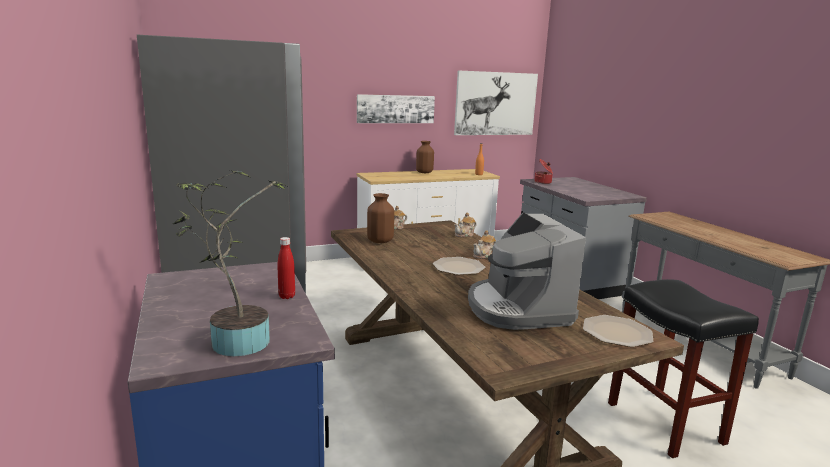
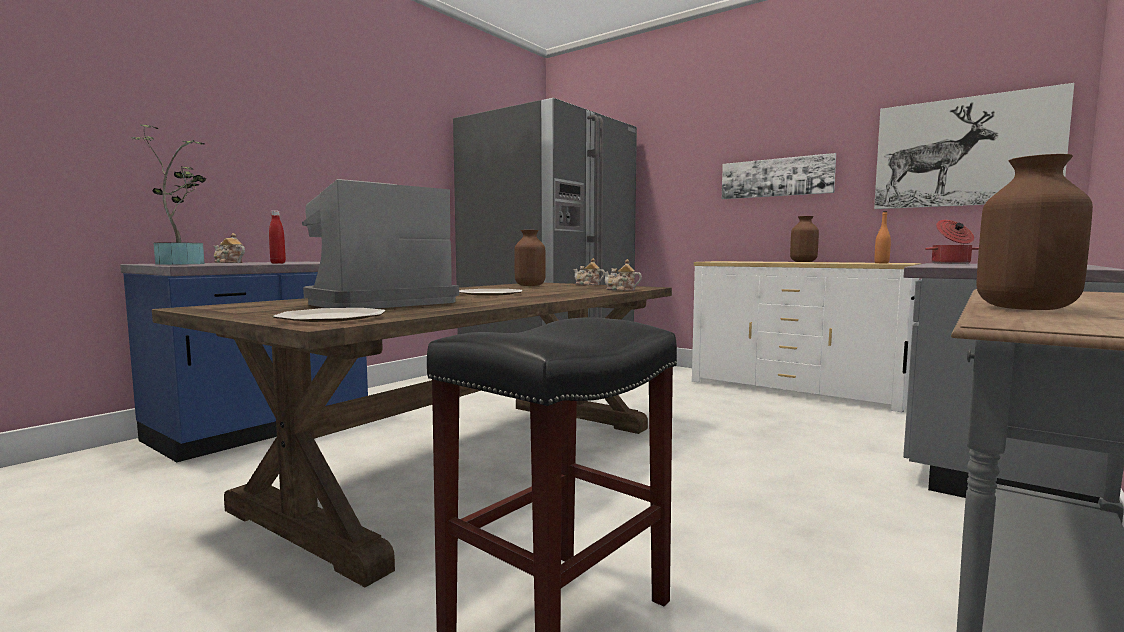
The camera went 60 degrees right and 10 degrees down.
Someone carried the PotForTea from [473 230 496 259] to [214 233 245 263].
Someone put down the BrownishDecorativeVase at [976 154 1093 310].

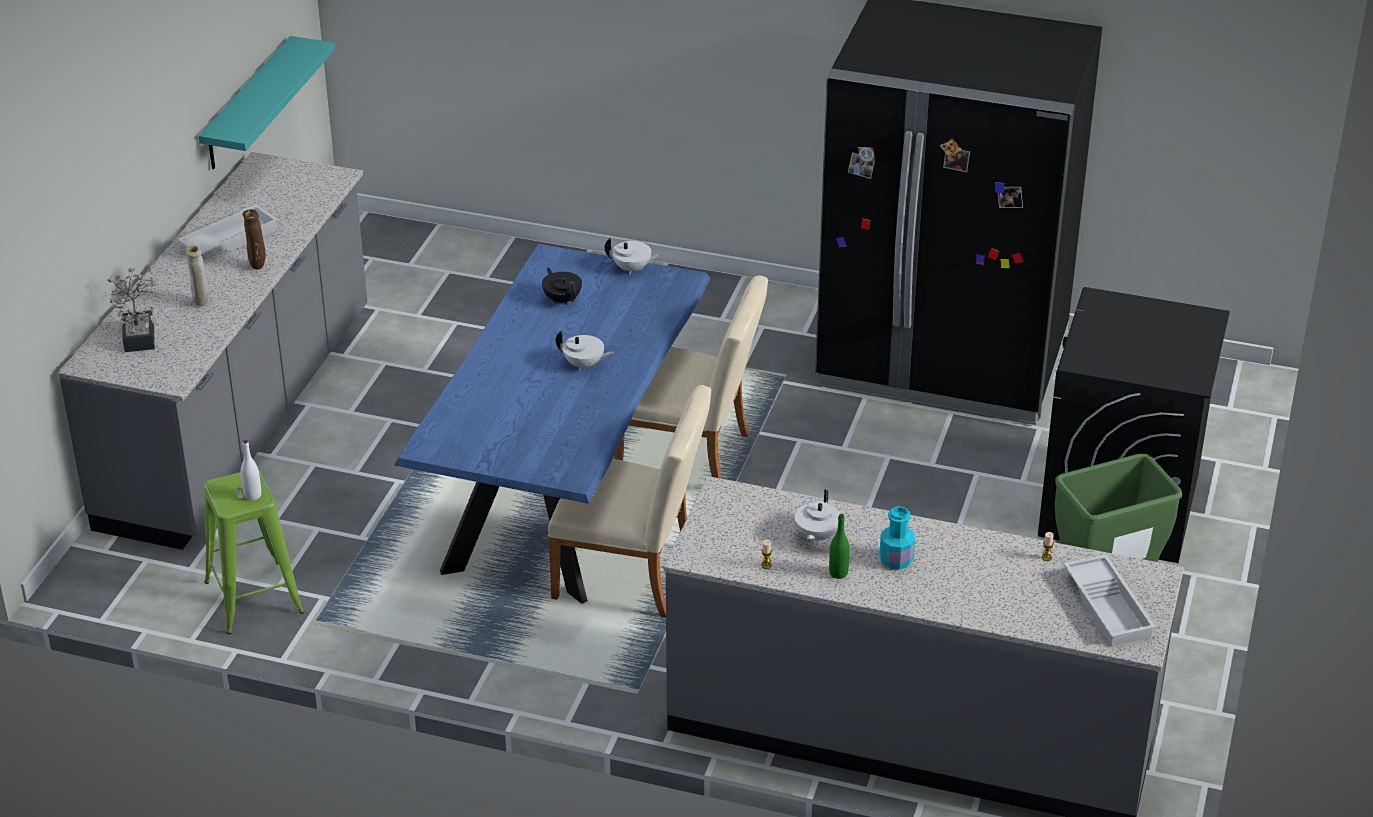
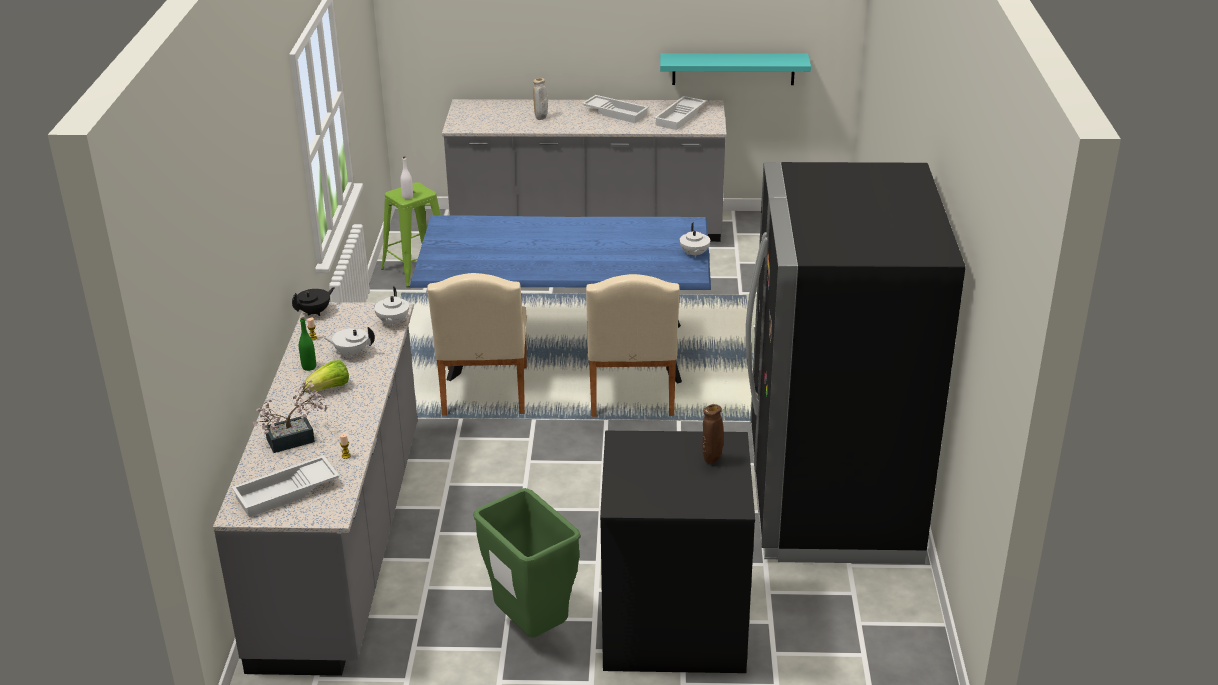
The camera went 75 degrees right and 5 degrees down.
Someone carried the PlantInAPot from [104 268 159 352] to [253 380 327 453].
Someone carried the BrownishDecorativeVase from [243 209 266 270] to [702 404 724 464].
Someone carried the BlackPotForTea from [542 268 582 305] to [292 287 334 316].
Someone carried the WhitishPotForTea from [556 330 614 371] to [374 287 409 327].
Someone swapped the BlueGreenBeverageBottle at [879 506 915 570] for the LettuceHead at [302 360 349 392].
Someone put down the WhitishCarryingTray at [654 96 706 130].

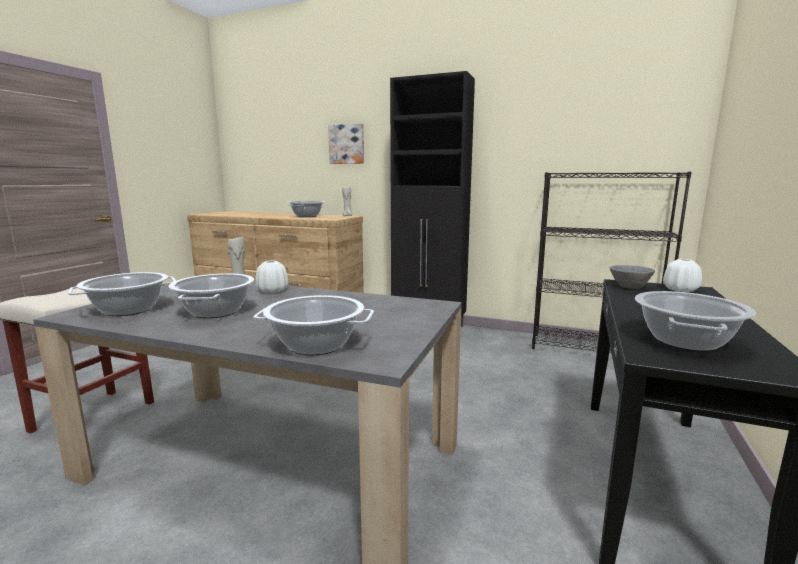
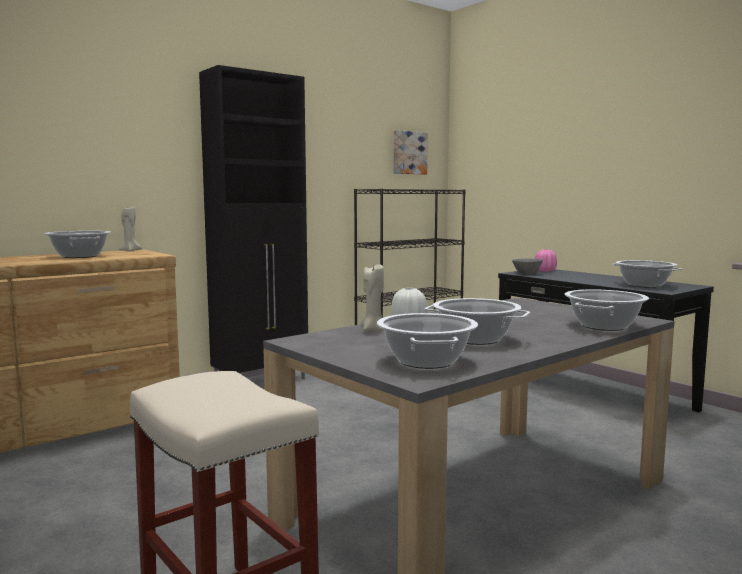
The camera went 60 degrees left and 5 degrees down.
Someone carried the WallArt from [328 123 364 164] to [393 130 428 175].
Someone repainted the WhitishDecorativeVase at [663 259 702 292], which became the PinkishDecorativeVase at [535 249 557 272].

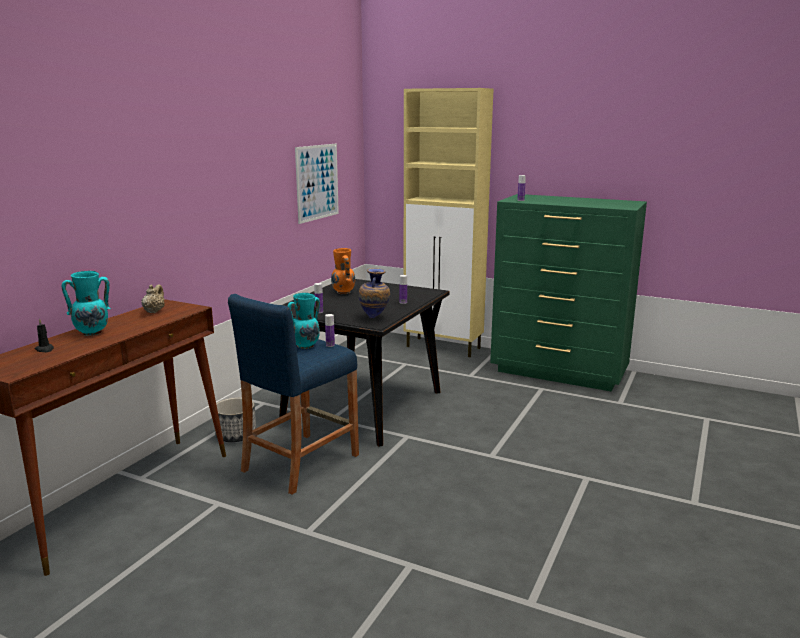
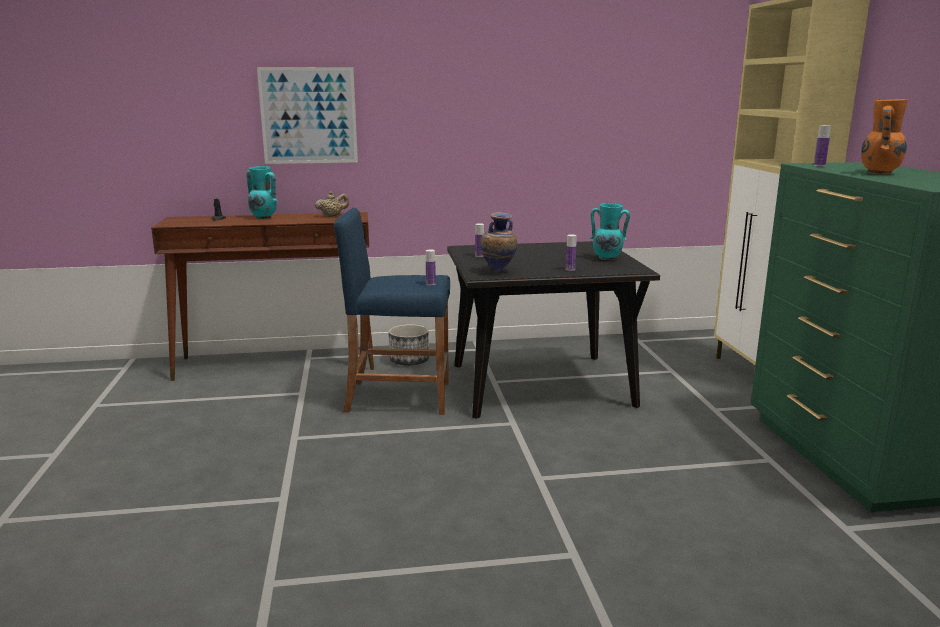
The camera went 55 degrees right and 0 degrees up.
Someone carried the BlueGreenDecorativeVase from [288 293 320 349] to [590 203 630 260].
Someone carried the WallArt from [295 144 339 224] to [257 67 358 164].
Someone carried the OrangeDecorativeVase from [331 248 355 294] to [861 99 908 174].

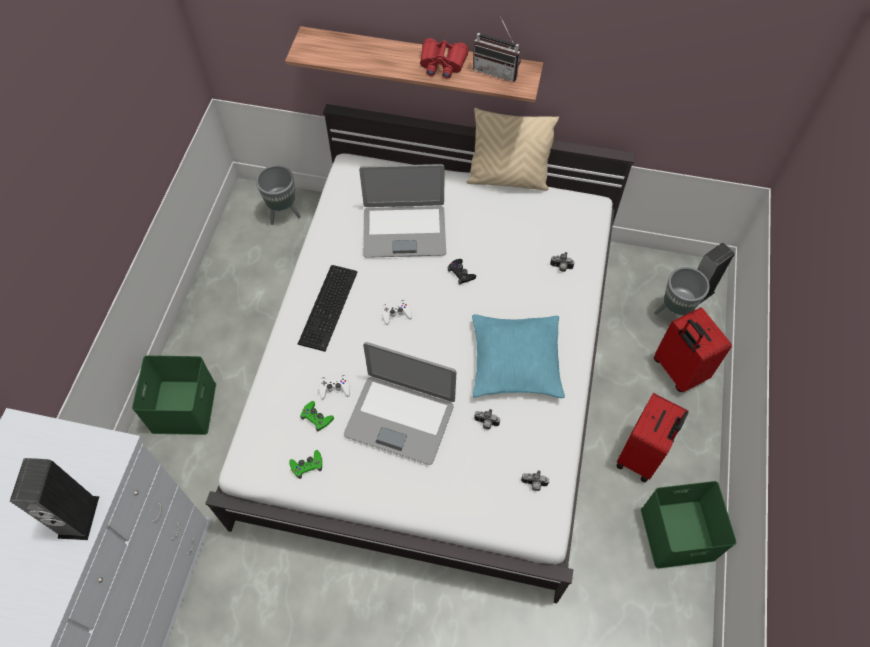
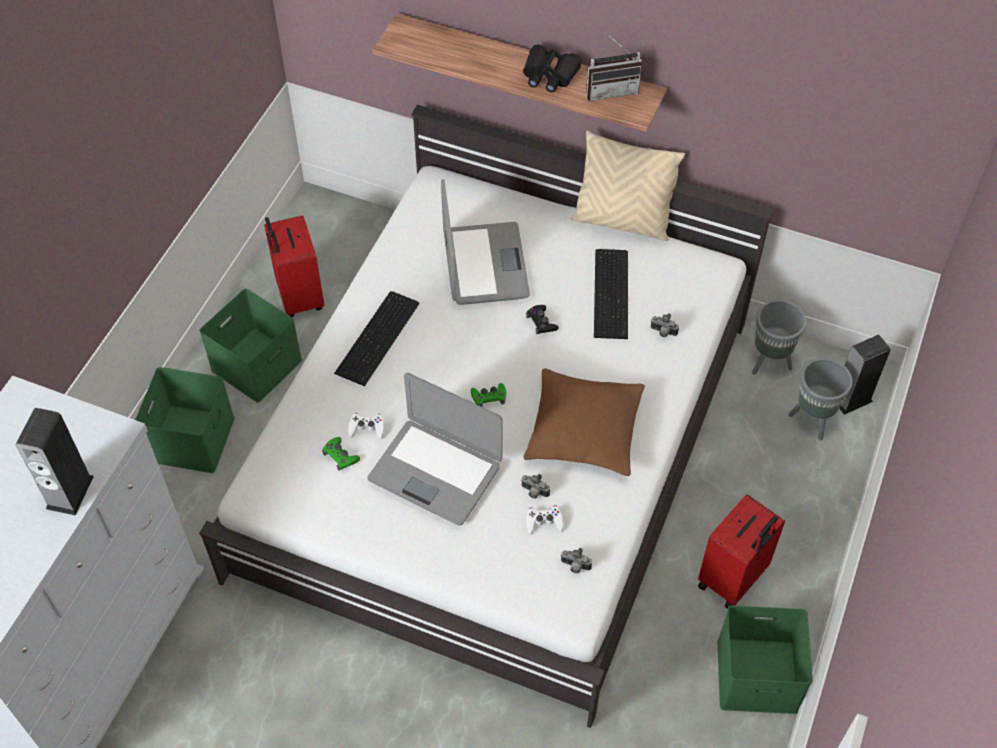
The camera went 10 degrees right and 5 degrees down.
Someone carried the GreyFlowerPot from [256 165 301 225] to [752 300 806 375].
Someone carried the GreenishJoypad from [289 450 322 479] to [471 383 506 407].
Someone rotated the NotebookComputer at [359 164 446 258] by 105 degrees counterclockwise.
Someone carried the WhitishJoypad from [382 300 412 325] to [526 505 564 535].
Someone repainted the RedBinoculars at [420 38 469 79], which became the BlackBinoculars at [523 44 582 92].
Someone repainted the BlueGreenPillow at [472 314 565 398], which became the BrownishPillow at [523 368 645 476].
Someone rotated the Radio at [473 17 521 82] by 45 degrees counterclockwise.
Someone carried the RedPieceOfLuggage from [654 307 732 392] to [264 215 324 317].
Someone put down the GreenishStorageBin at [199 289 302 402].
Someone put down the PcKeyboard at [594 249 628 339].

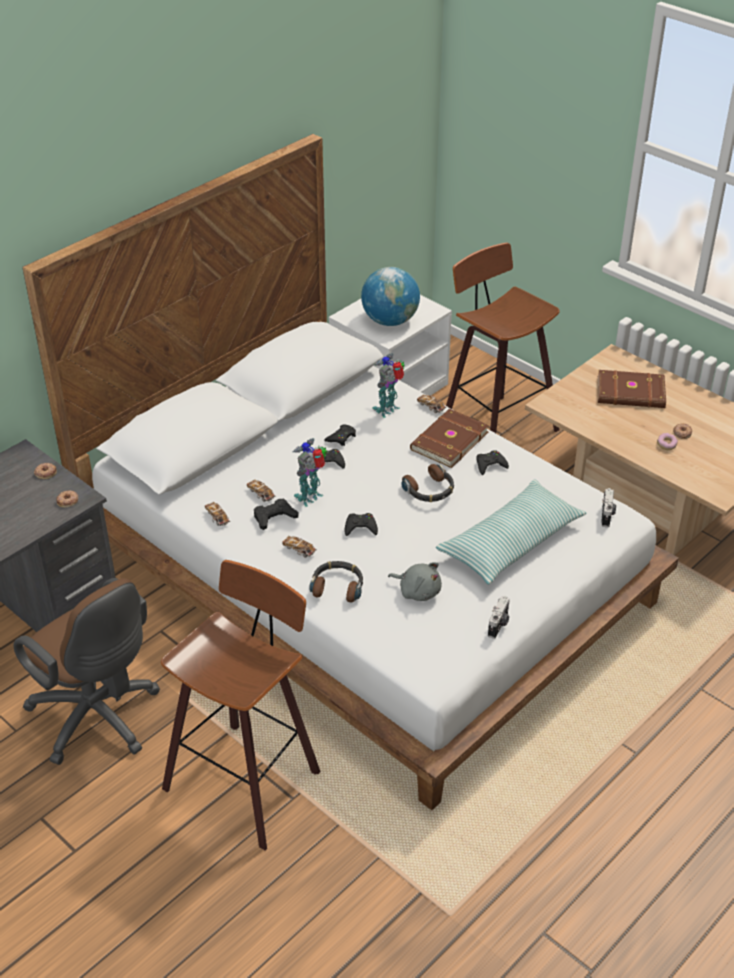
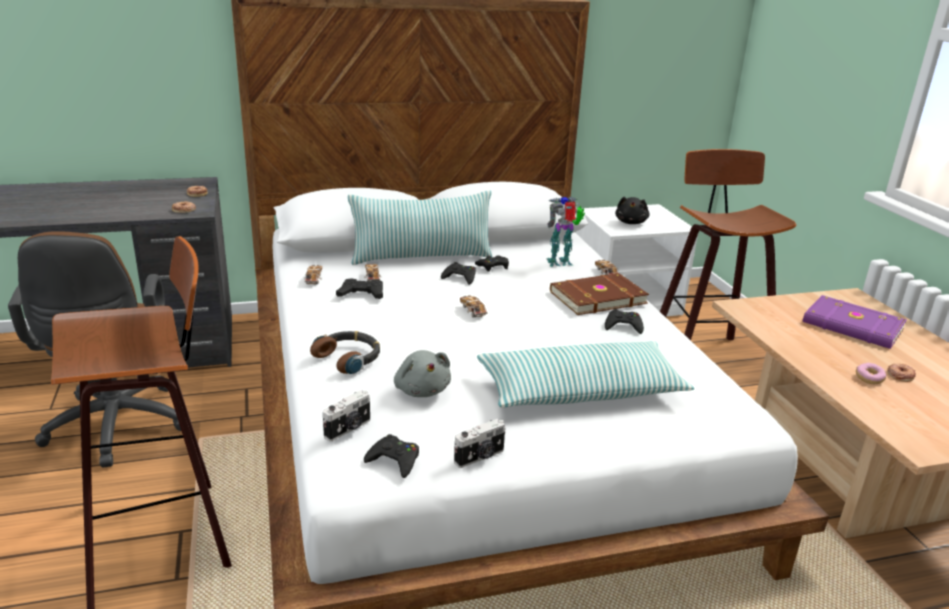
The camera went 30 degrees right and 15 degrees down.
Someone carried the MiniatureCar from [282 536 317 558] to [460 295 488 318].
Someone took away the ModelRobot at [292 438 327 507].
Someone carried the BlackJoypad from [344 513 378 536] to [364 434 419 478].
Someone swapped the DeskGlobe at [361 267 420 326] for the BlackCuddlyToy at [615 197 649 224].
Someone took away the Headphones at [401 464 454 502].
Someone repainted the BrownishBoundBook at [598 370 666 408], which became the PurplishBoundBook at [803 295 907 349].
Someone carried the PhotoCamera from [601 488 616 527] to [323 390 370 442].
Someone put down the Pillow at [348 190 492 265].

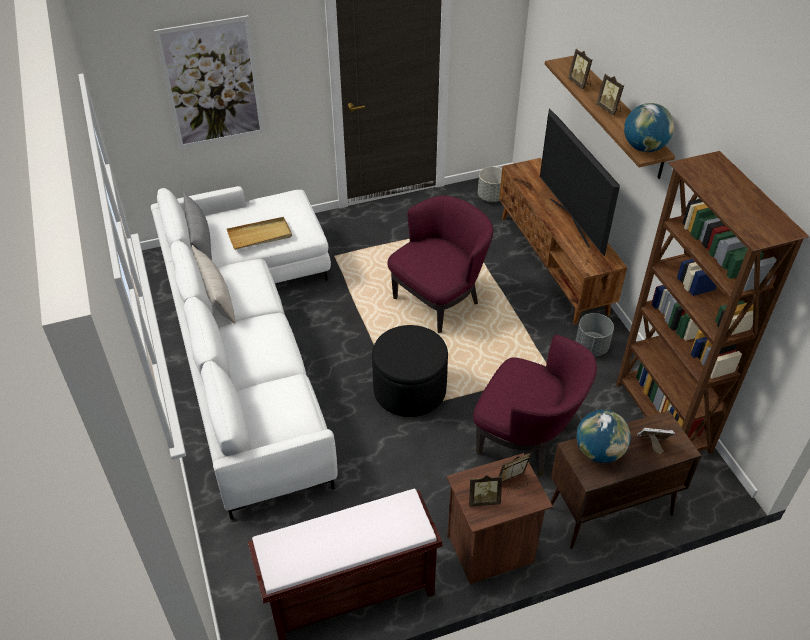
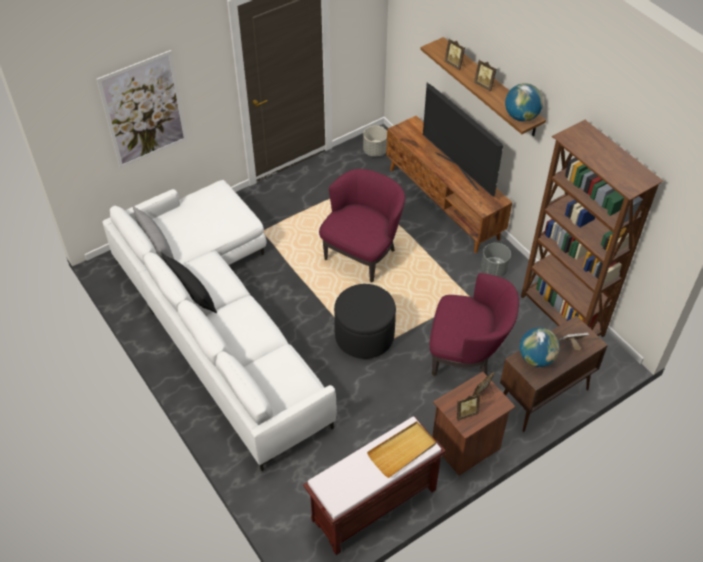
The camera went 15 degrees left and 5 degrees up.
Someone repainted the BeigeColouredPillow at [192 245 236 324], which became the BlackPillow at [162 254 217 313].
Someone carried the BeigeColouredCarryingTray from [227 217 292 250] to [367 421 436 478].

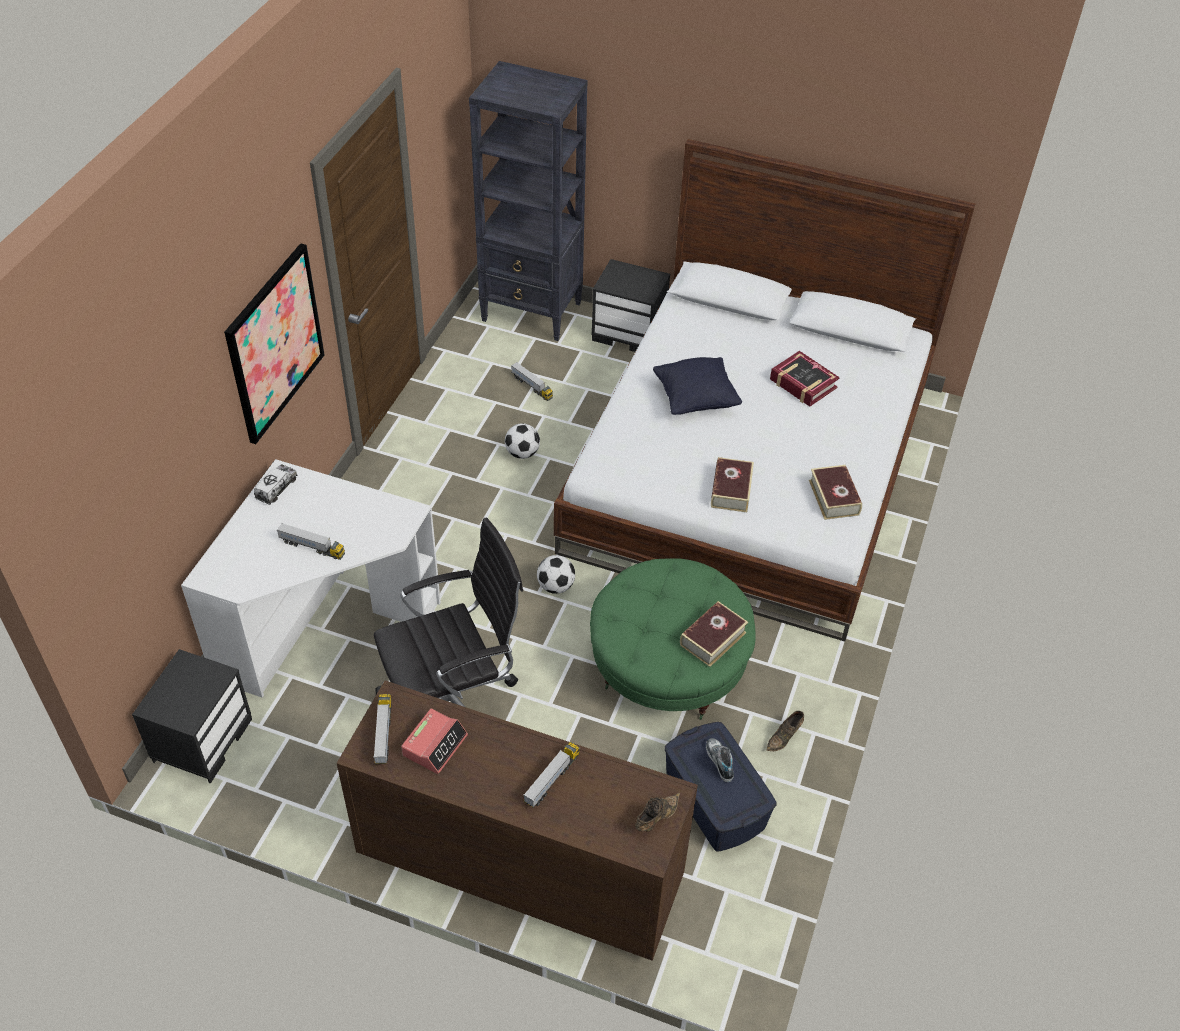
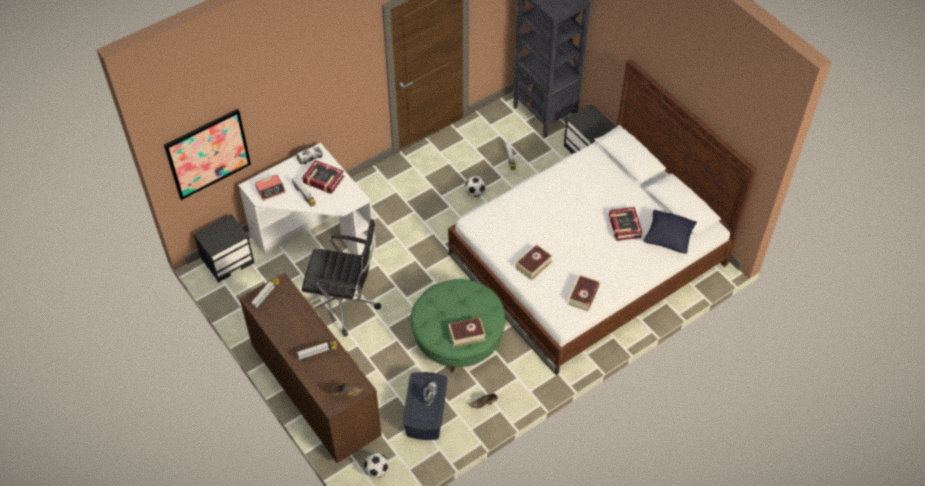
The camera went 35 degrees right and 5 degrees up.
Someone carried the WallArt from [224 243 325 444] to [164 109 251 200].
Someone carried the AlarmClock from [401 708 468 774] to [255 174 286 201].
Someone carried the BallForFootball from [537 555 575 594] to [364 453 389 478].
Someone carried the BlackPillow from [653 357 742 415] to [643 210 697 254].
Someone put down the BoundBook at [302 160 344 194].

